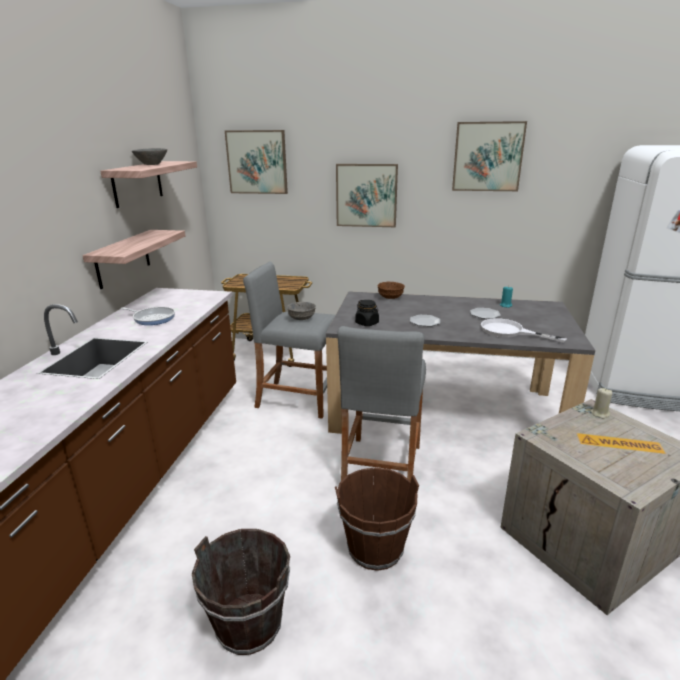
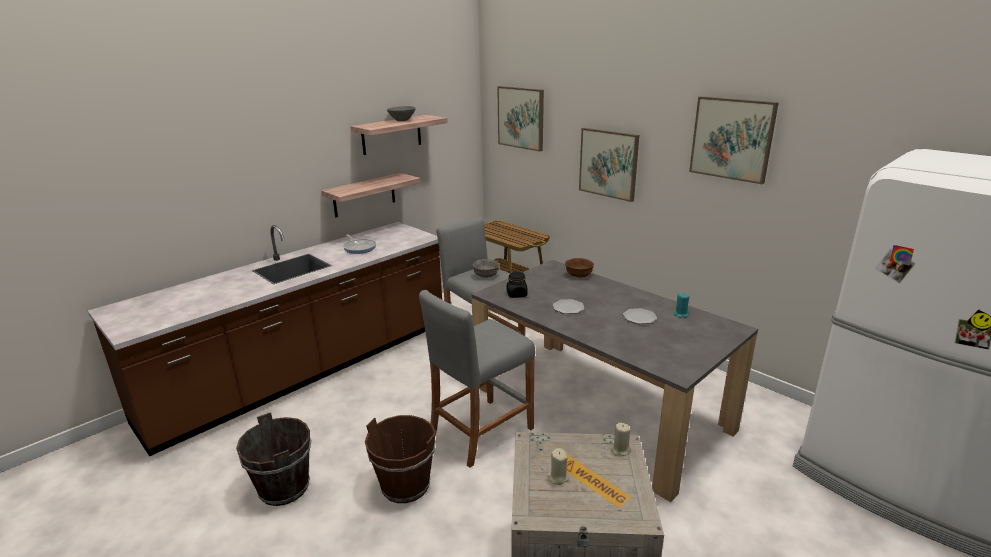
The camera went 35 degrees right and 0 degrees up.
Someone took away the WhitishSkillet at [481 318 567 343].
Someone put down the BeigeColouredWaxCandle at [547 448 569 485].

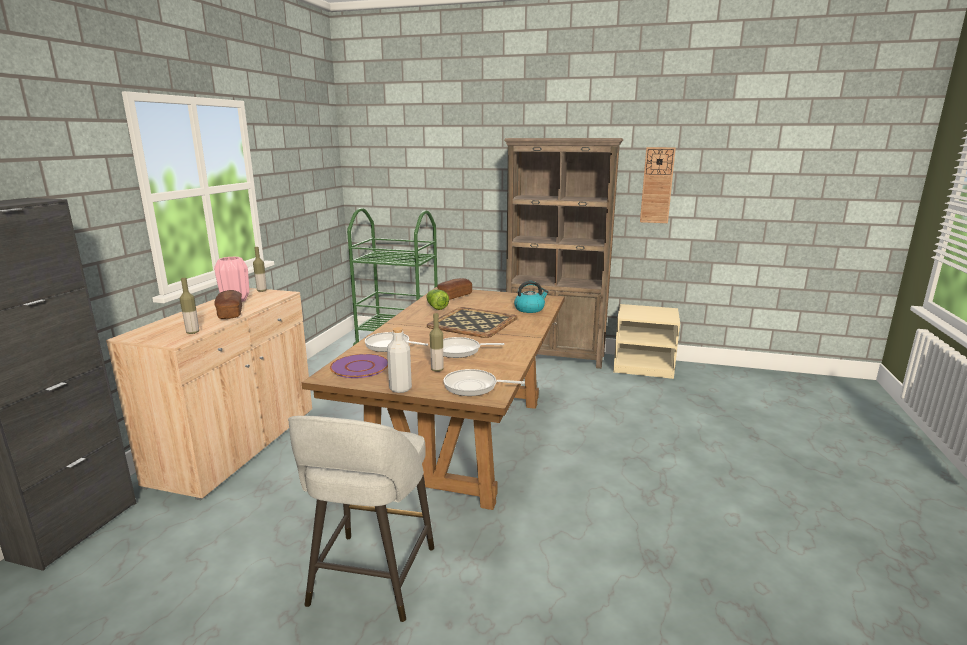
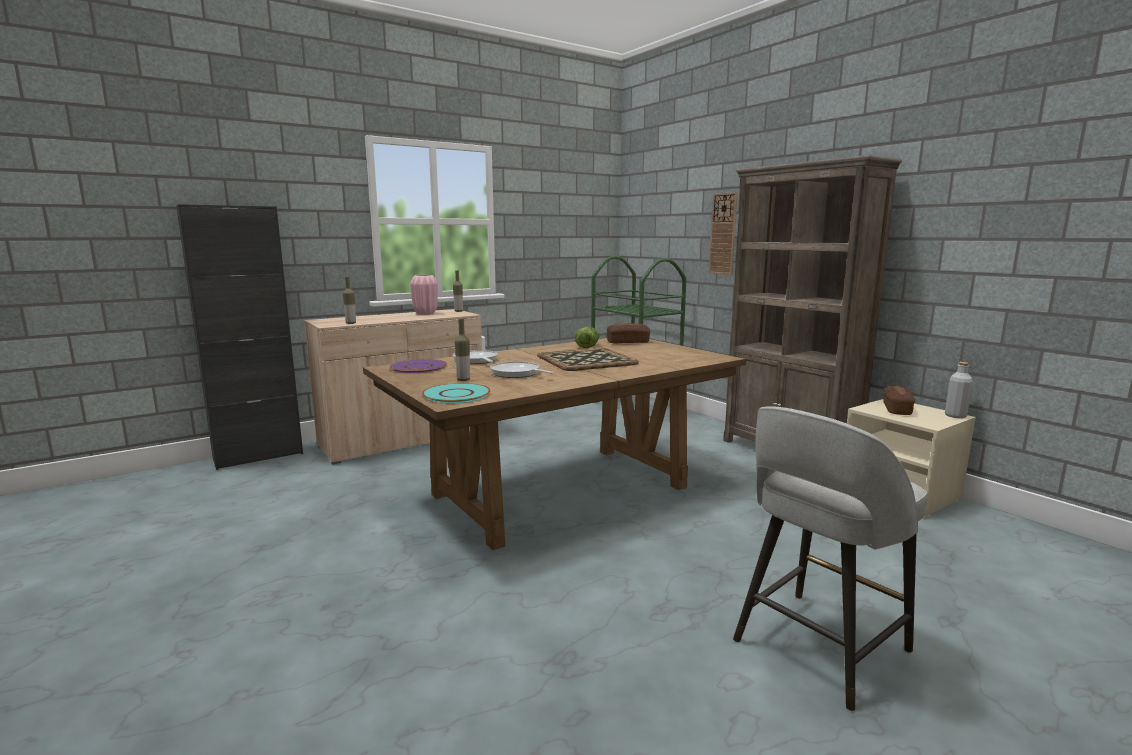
The camera went 40 degrees right and 5 degrees down.
Someone carried the BakeryBread from [214 290 242 319] to [883 386 915 415].
Someone carried the GreyStool from [288 416 434 622] to [733 406 927 711].
Someone carried the GreyBeverageBottle from [387 327 412 393] to [945 362 973 418].
Someone swapped the Skillet at [444 369 525 396] for the BlueGreenPlate at [422 383 491 403].
Someone took away the Kettle at [514 281 549 313].
Someone carried the WallClock from [640 147 676 223] to [709 192 738 275].

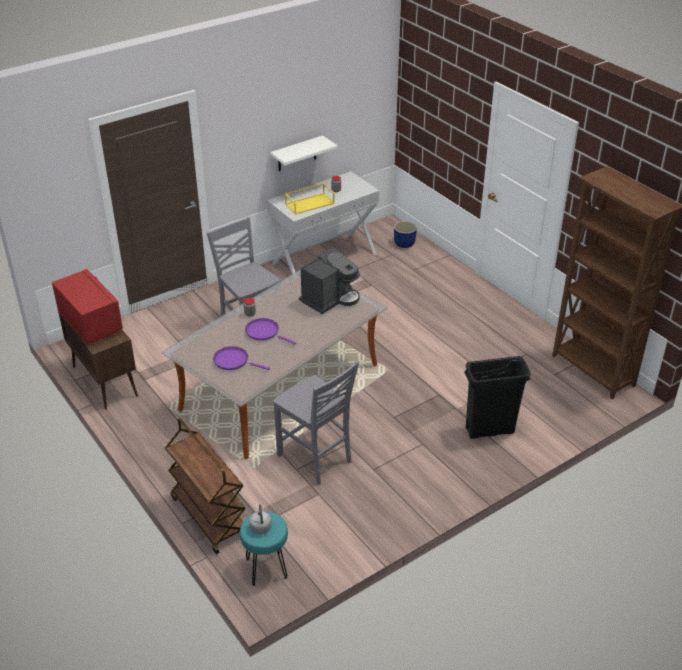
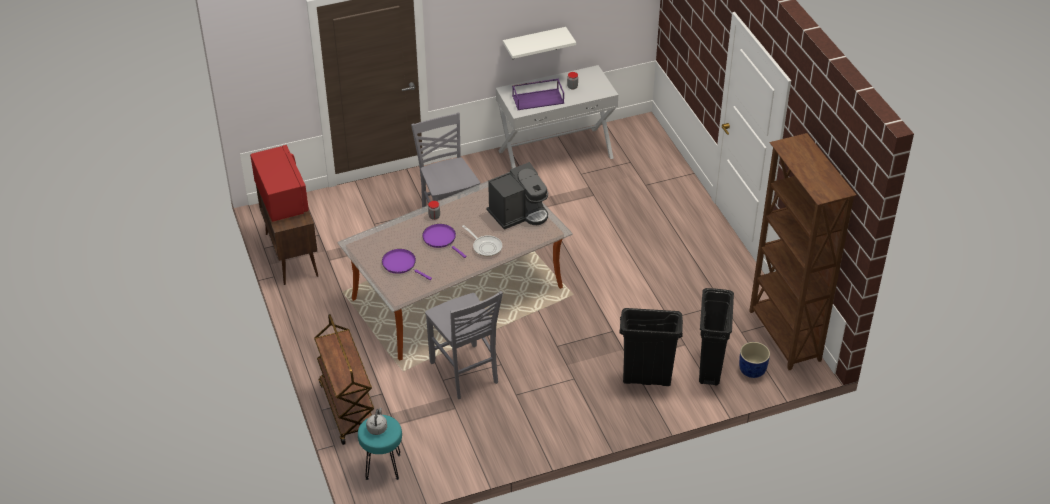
The camera went 15 degrees right and 5 degrees up.
Someone repainted the YellowColouredCarryingTray at [285 183 335 214], which became the PurplishCarryingTray at [512 79 564 110].
Someone carried the BlueFlowerPot from [394 221 417 248] to [739 342 770 378].
Someone put down the Skillet at [462 225 502 257].
Someone put down the BlackTrashCan at [699 288 734 386].

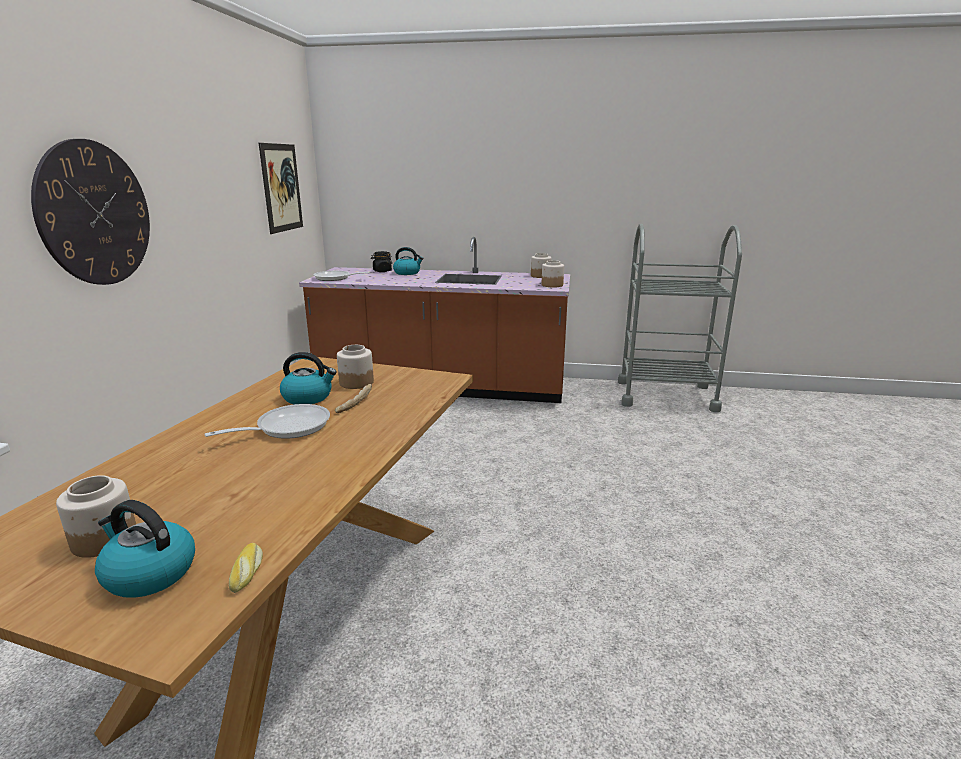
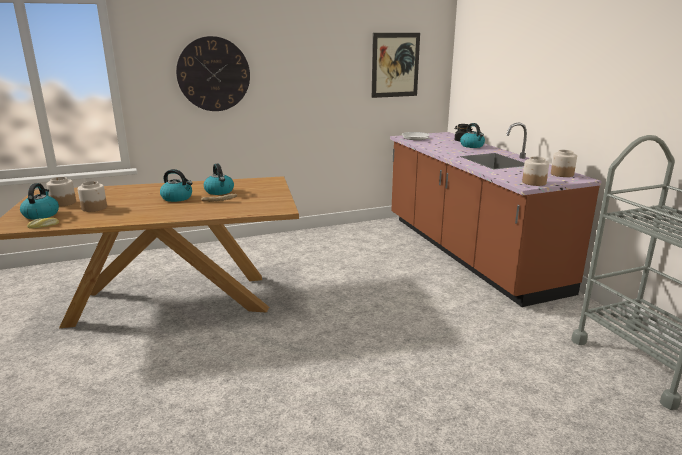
The camera went 60 degrees right and 0 degrees up.
Someone swapped the Skillet at [204 404 330 439] for the Kettle at [160 169 193 202].
Someone carried the PreserveJar from [337 345 374 389] to [78 181 107 212].

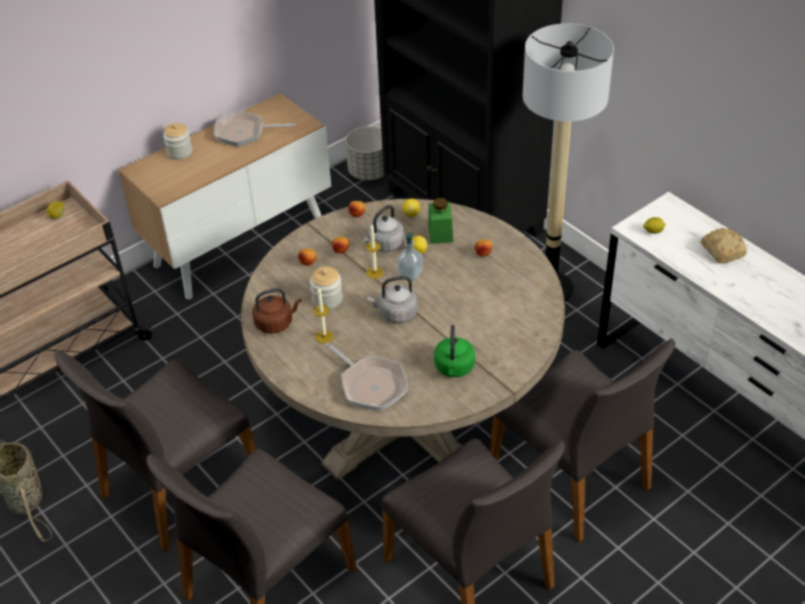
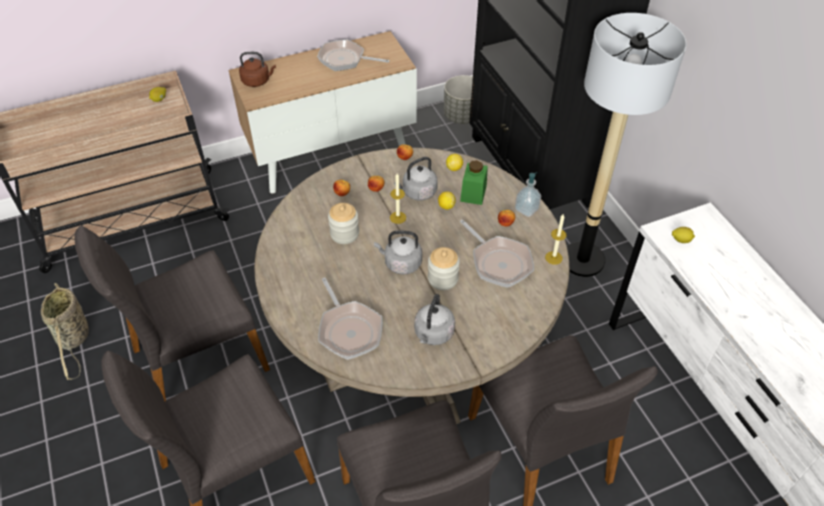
The camera went 15 degrees right and 5 degrees up.
Someone carried the PreserveJar from [163 123 192 160] to [428 247 460 290].
Someone carried the BrownishKettle from [252 288 302 334] to [239 52 276 87].
Someone carried the WaxCandle from [314 288 334 343] to [545 214 566 265].
Someone carried the LiquidSoapBottle from [397 232 423 280] to [515 172 541 217].
Someone repainted the GreenishKettle at [434 325 475 378], which became the GreyKettle at [414 294 455 345].
Someone took away the BakeryBread at [701 228 747 263].
Someone put down the Skillet at [460 220 534 288].

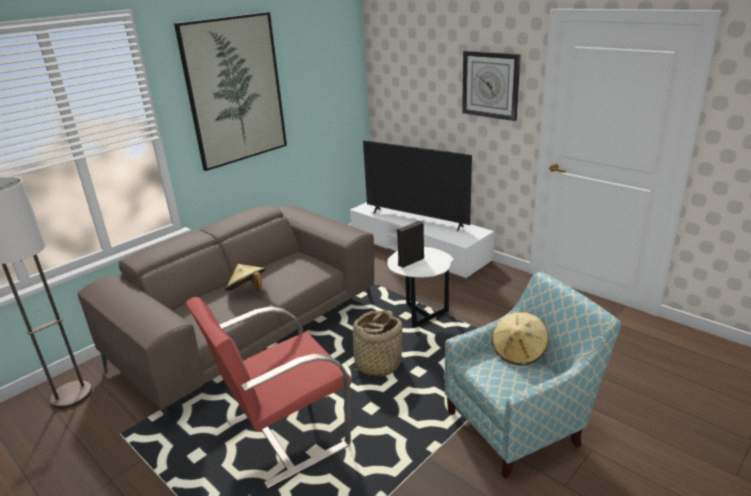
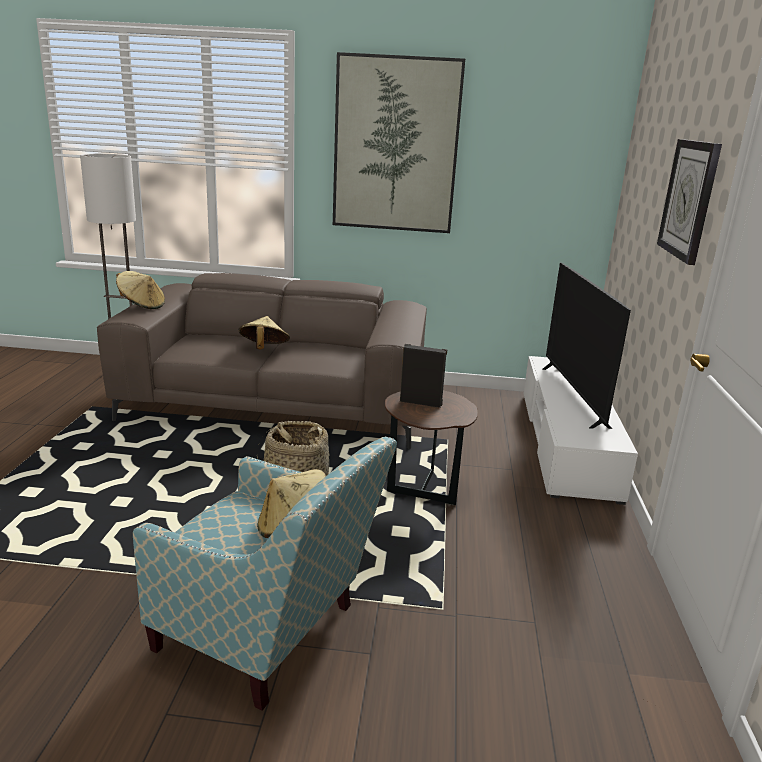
The camera went 50 degrees right and 5 degrees down.
Someone took away the RedLoungeChair at [185 297 351 488].
Someone repainted the WhitishAccentTable at [387 247 454 328], which became the BrownishAccentTable at [385 390 478 506].
Someone put down the BeigeColouredClothingHat at [116 271 165 309].

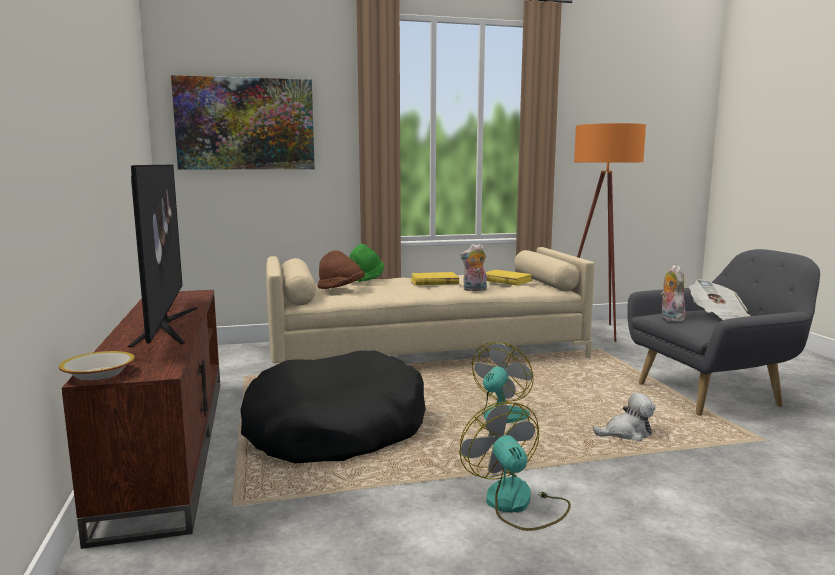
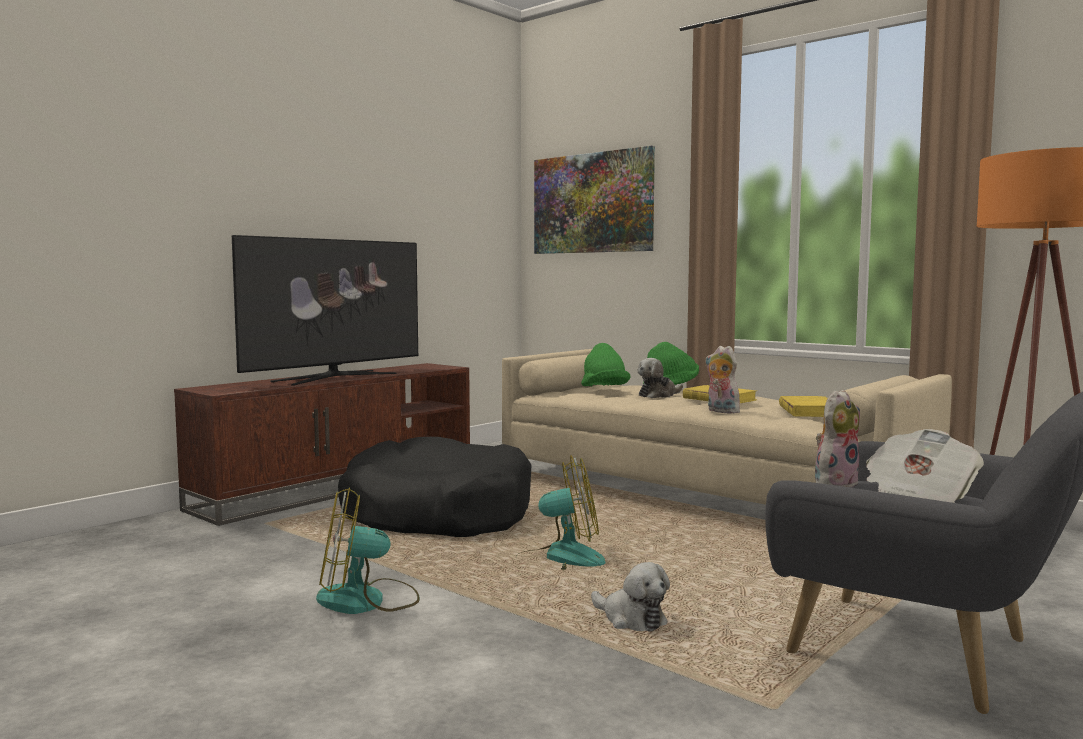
The camera went 55 degrees right and 5 degrees down.
Someone took away the ServingBowl at [59 351 135 381].
Someone repainted the BrownishClothingHat at [317 250 365 289], which became the GreenishClothingHat at [581 343 630 387].
Someone rotated the CoolingFan at [459 402 571 531] by 135 degrees counterclockwise.
Someone put down the CuddlyToy at [638 358 683 398].

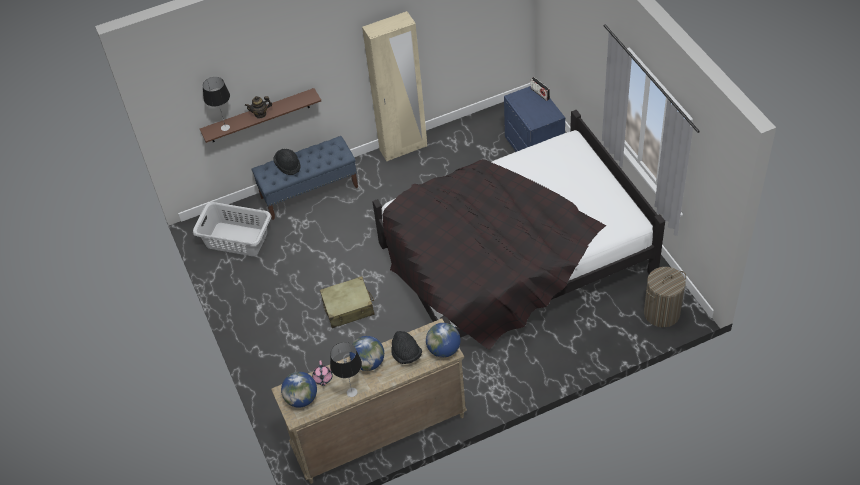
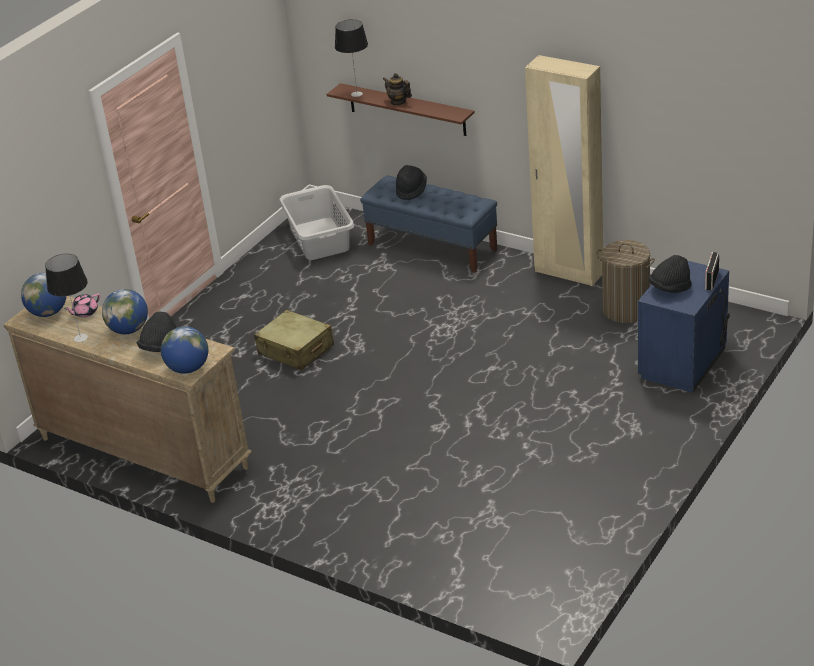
The camera went 55 degrees right and 15 degrees down.
Someone took away the BlackBedroomBed at [372 110 665 350].
Someone carried the WashingBasket from [644 267 686 327] to [596 240 655 323].
Someone put down the BlackClothingHat at [649 255 692 293].

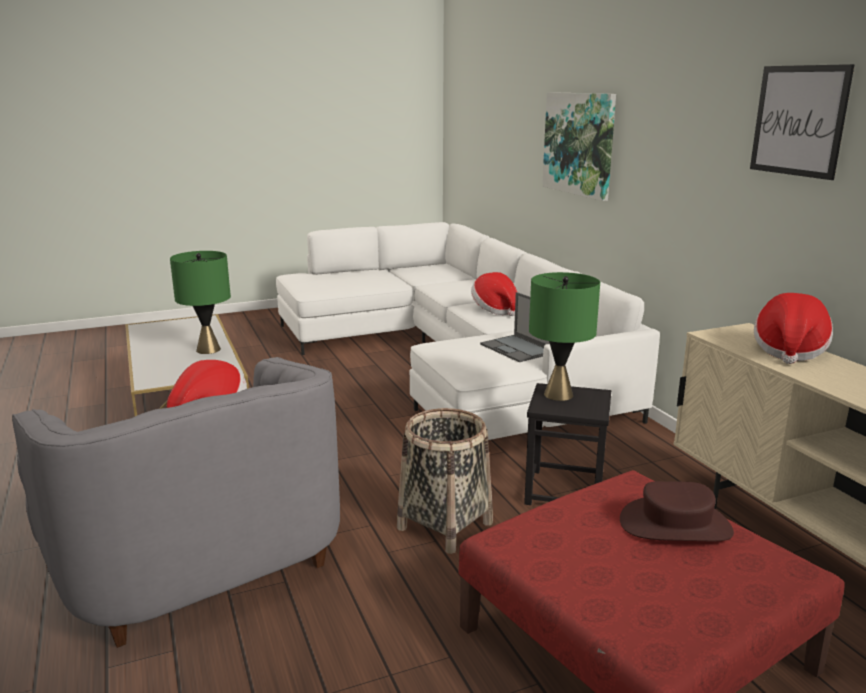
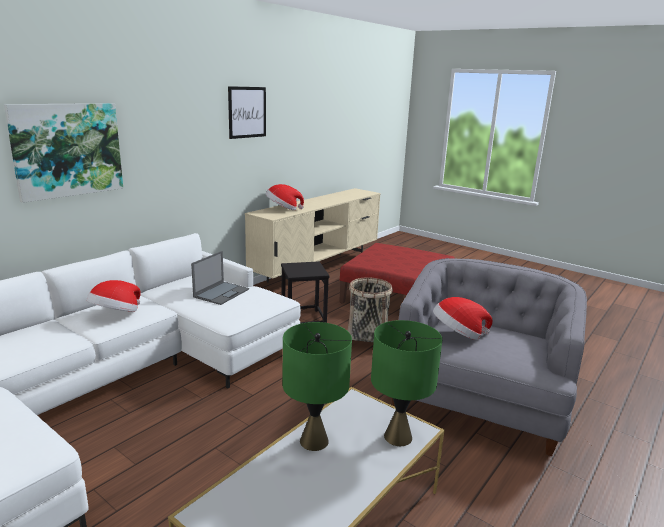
The camera went 120 degrees left and 0 degrees up.
Someone carried the GreenishTableLamp from [529 272 600 401] to [371 320 442 446].
Someone took away the BrownishClothingHat at [620 481 734 541].

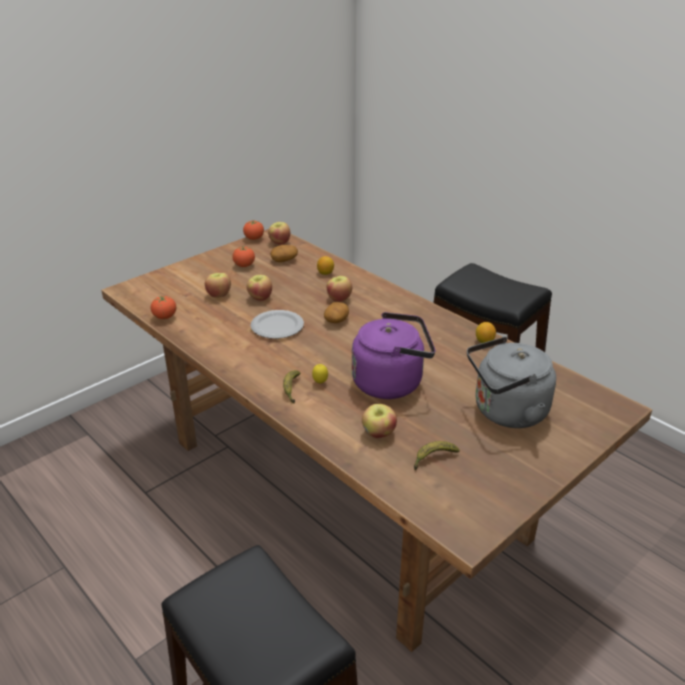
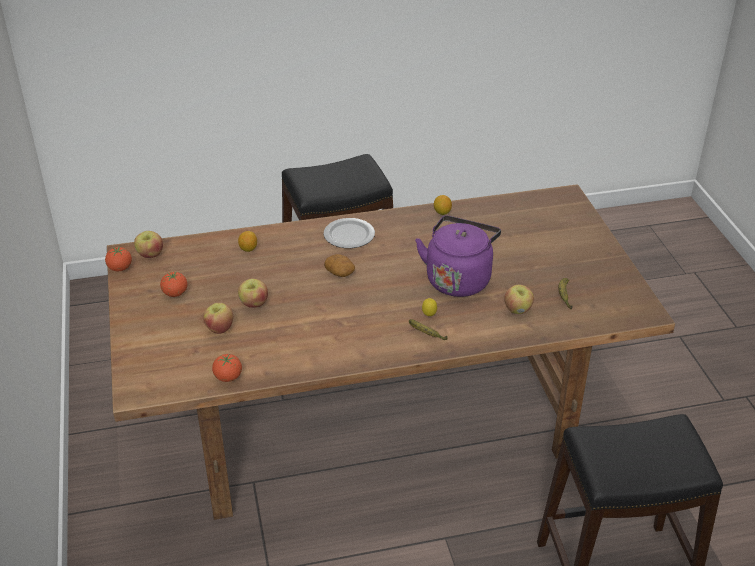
The camera went 60 degrees left and 5 degrees up.
Someone carried the Plate from [250 310 304 339] to [324 218 375 248].
Someone took away the Potato at [270 245 298 262].
Someone took away the WholeApple at [327 276 352 302].
Someone took away the GreyKettle at [467 337 556 428].

